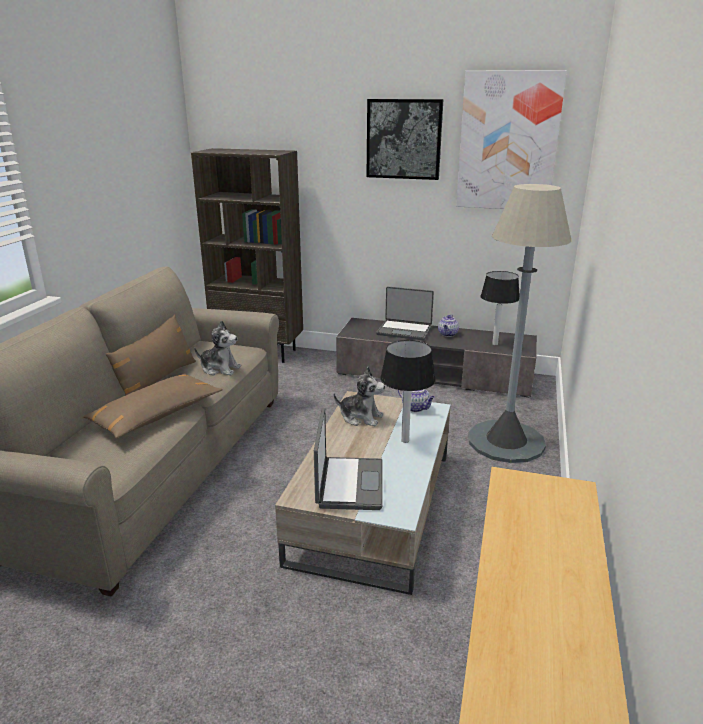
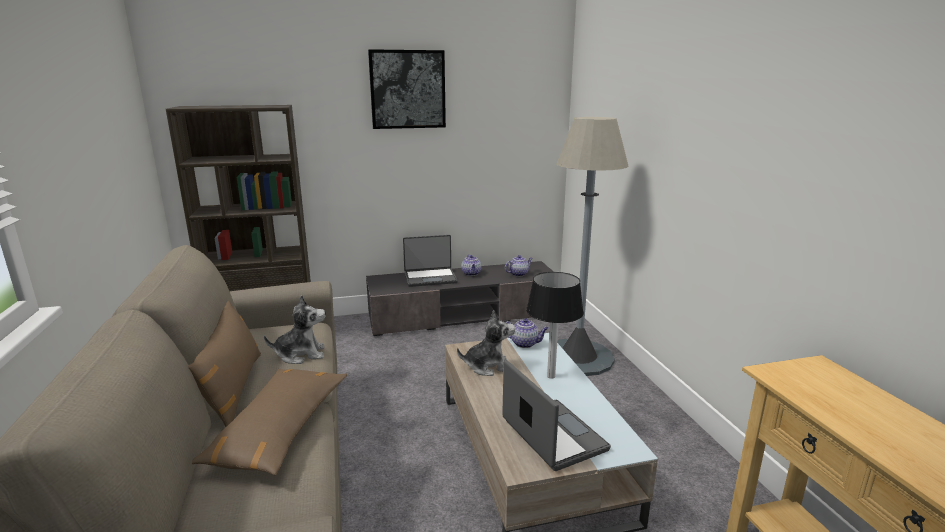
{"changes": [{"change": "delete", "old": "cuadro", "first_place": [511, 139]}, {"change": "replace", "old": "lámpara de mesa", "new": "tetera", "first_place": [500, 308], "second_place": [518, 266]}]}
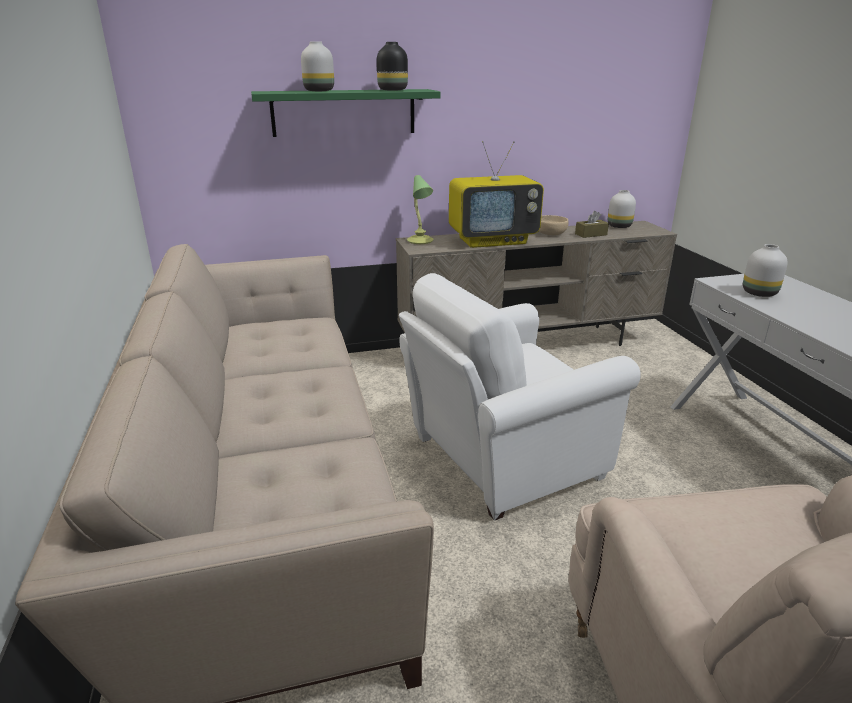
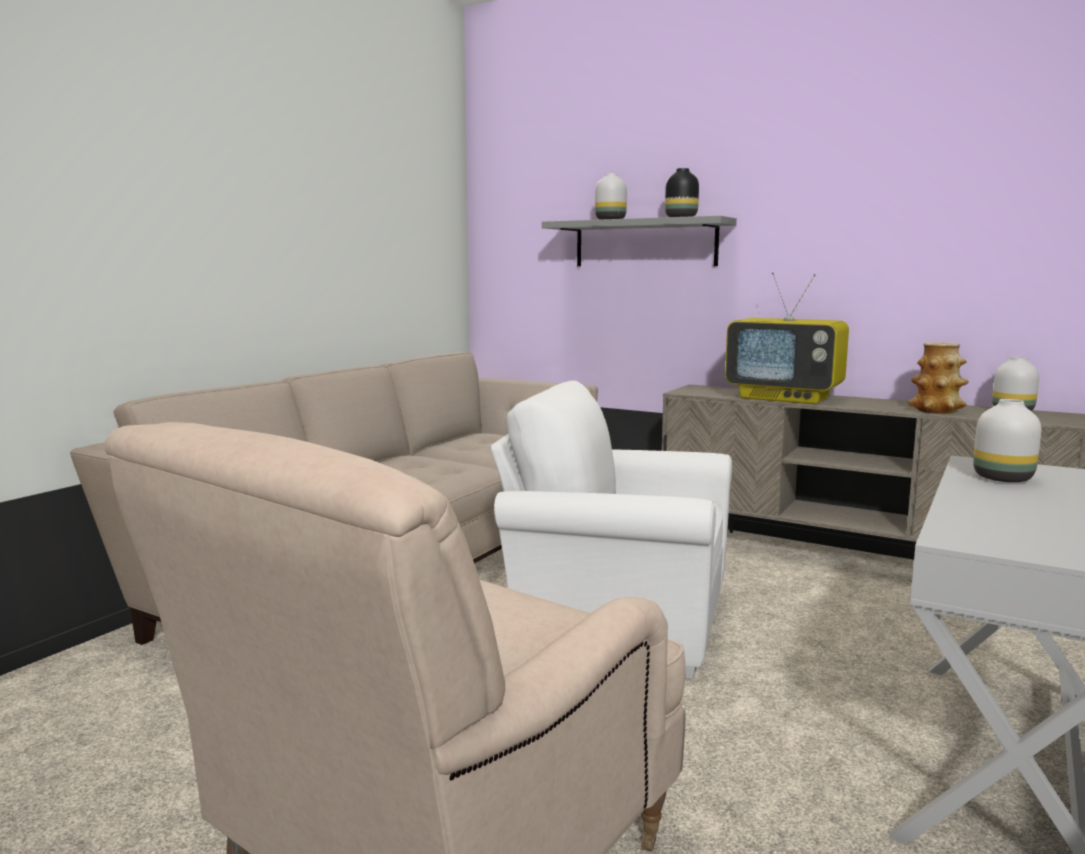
{"changes": [{"change": "recolor", "old": "estante (verde)", "new": "estante (gris)", "first_place": [346, 113], "second_place": [639, 241]}, {"change": "delete", "old": "lámpara de mesa", "first_place": [420, 209]}, {"change": "replace", "old": "caja de pañuelos (marrón)", "new": "florero", "first_place": [592, 224], "second_place": [938, 378]}, {"change": "delete", "old": "cuenco (beis)", "first_place": [554, 225]}]}
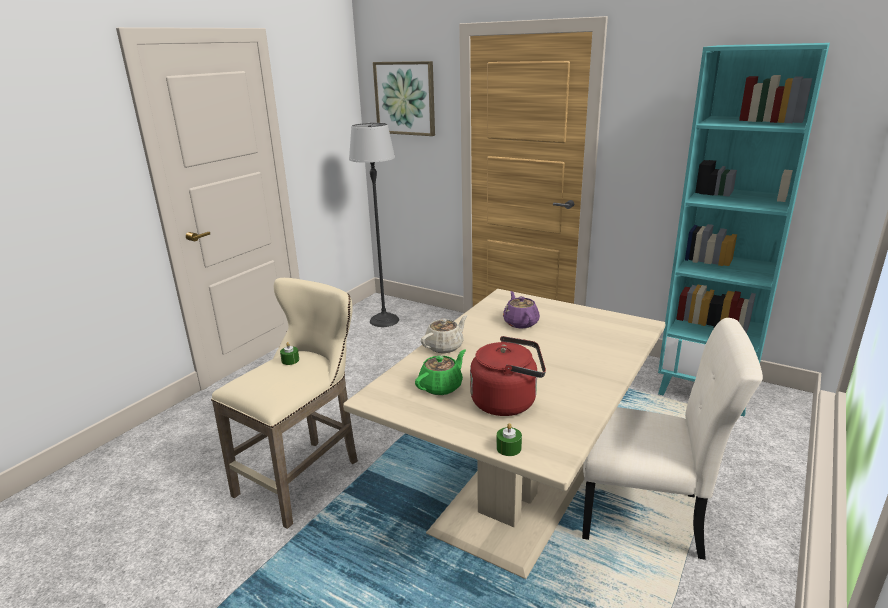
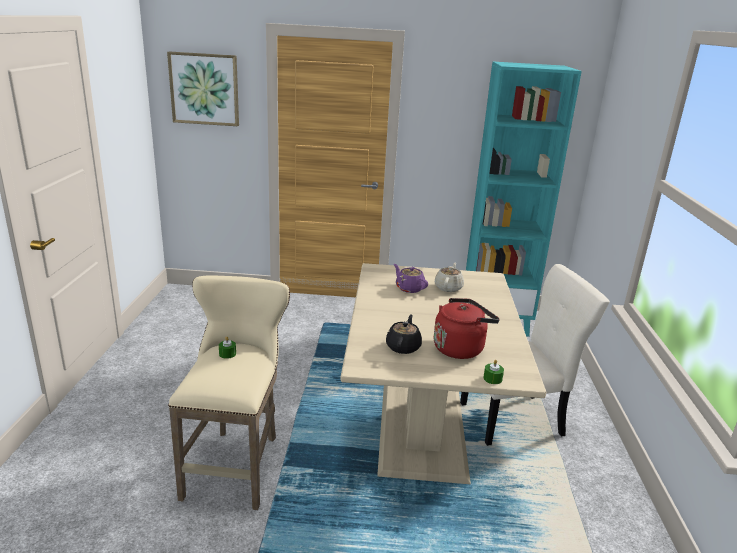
{"changes": [{"change": "delete", "old": "lámpara de pie", "first_place": [374, 225]}, {"change": "move", "old": "tetera (beis)", "first_place": [444, 334], "second_place": [449, 277]}, {"change": "recolor", "old": "tetera (verde)", "new": "tetera (negro)", "first_place": [440, 372], "second_place": [404, 334]}]}
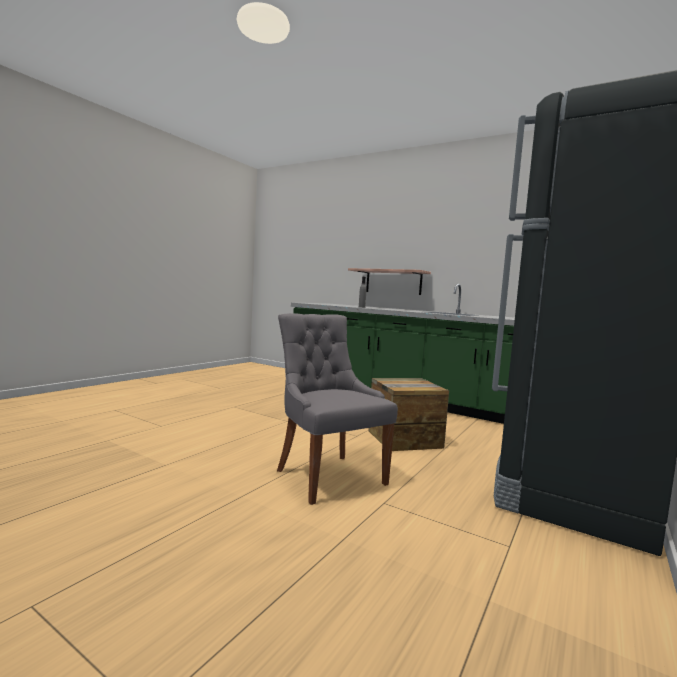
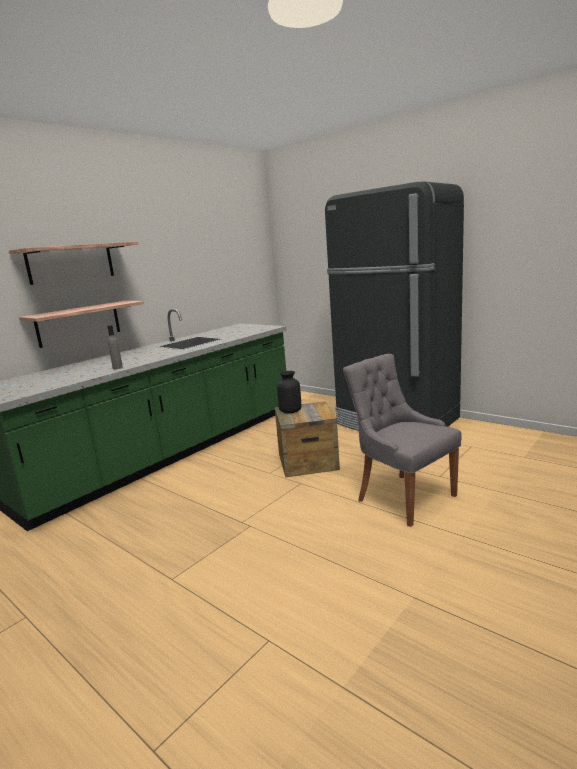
{"changes": [{"change": "rotate", "old": "silla (gris)", "first_place": [337, 409], "second_place": [402, 440], "degrees": 75}, {"change": "insert", "new": "estante", "second_place": [74, 263]}, {"change": "insert", "new": "florero (negro)", "second_place": [289, 392]}]}
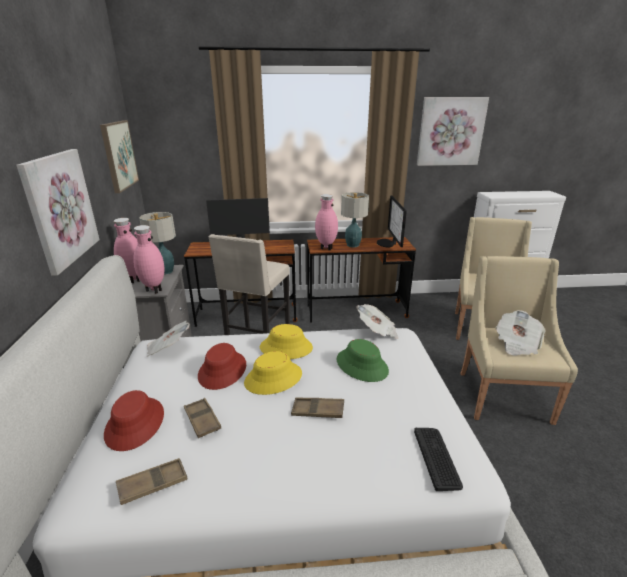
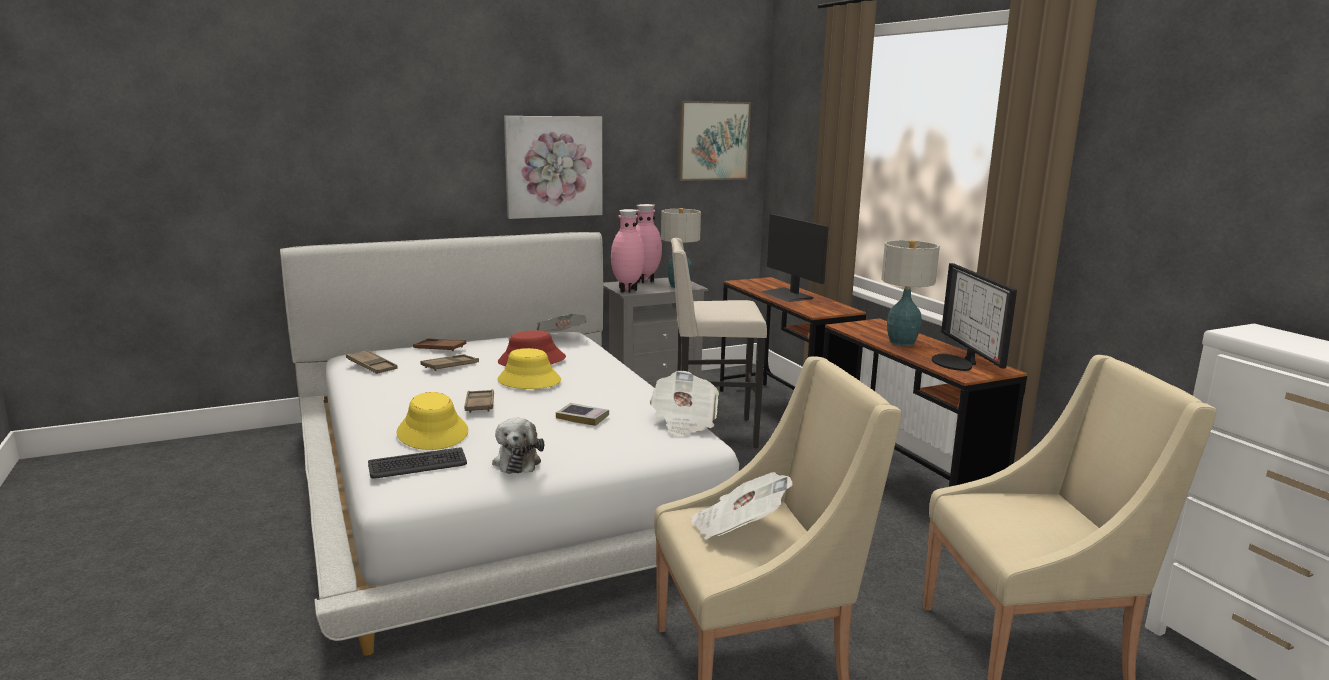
{"changes": [{"change": "delete", "old": "cuadro", "first_place": [453, 131]}, {"change": "delete", "old": "florero (rosa)", "first_place": [326, 222]}, {"change": "rotate", "old": "monitor", "first_place": [392, 222], "second_place": [974, 317], "degrees": -75}, {"change": "move", "old": "sombrero (amarillo)", "first_place": [286, 341], "second_place": [432, 421]}, {"change": "replace", "old": "sombrero (verde)", "new": "libro", "first_place": [363, 360], "second_place": [582, 414]}, {"change": "replace", "old": "sombrero (rojo)", "new": "bandeja (marrón)", "first_place": [134, 420], "second_place": [439, 344]}, {"change": "insert", "new": "peluche", "second_place": [518, 446]}]}
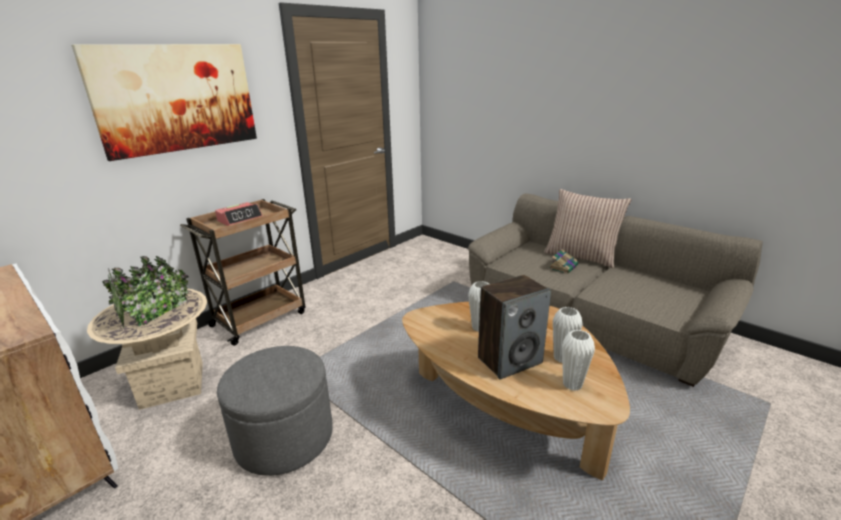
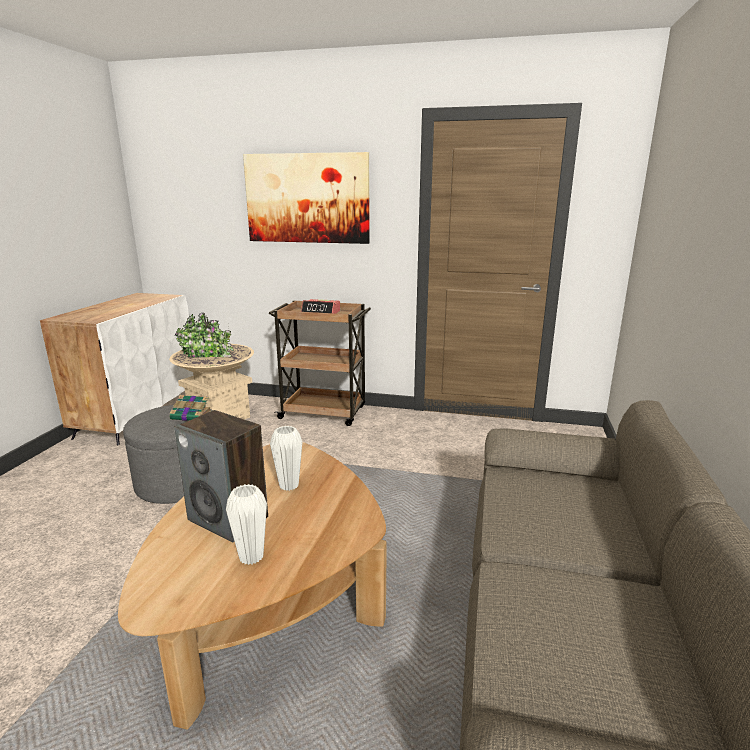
{"changes": [{"change": "delete", "old": "cojín", "first_place": [588, 228]}, {"change": "move", "old": "libro", "first_place": [563, 261], "second_place": [191, 408]}, {"change": "delete", "old": "florero (blanco)", "first_place": [578, 360]}]}
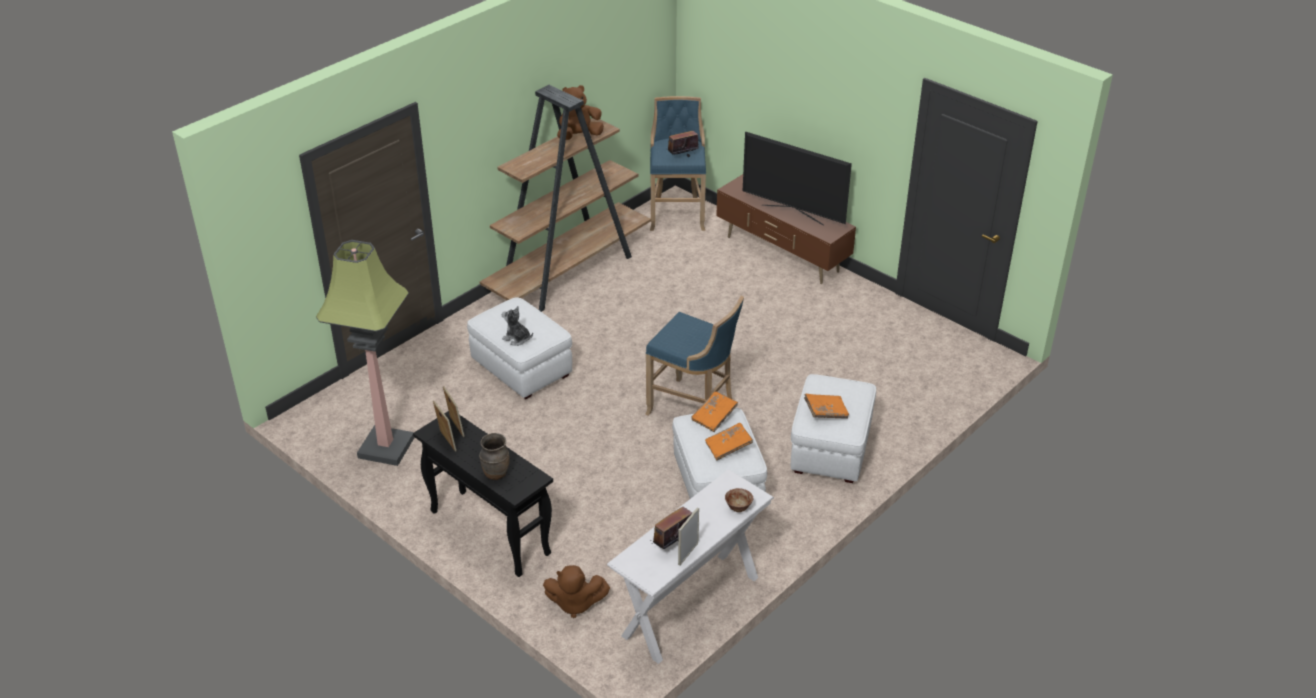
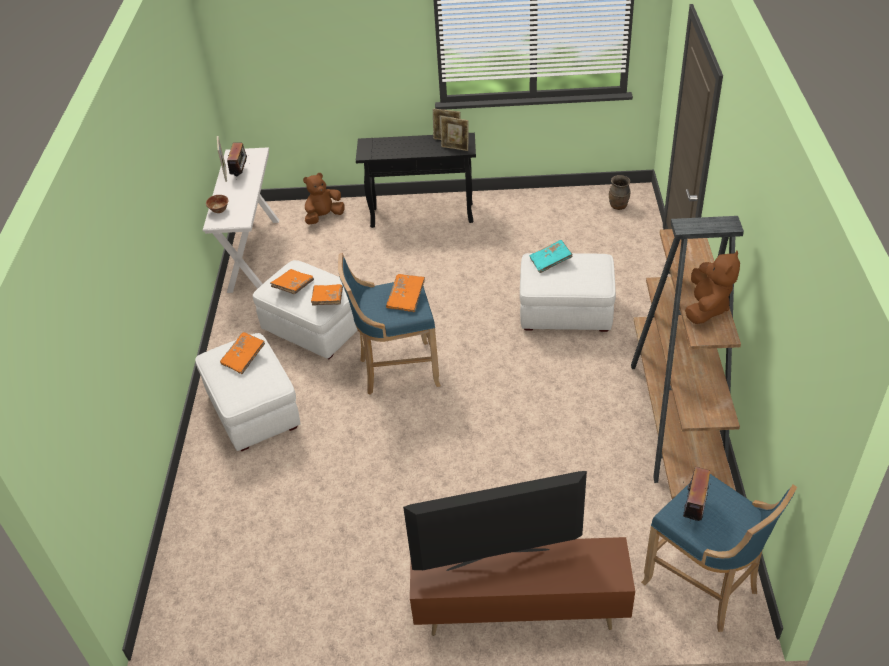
{"changes": [{"change": "delete", "old": "lámpara de pie", "first_place": [365, 353]}, {"change": "replace", "old": "peluche", "new": "libro (turquesa)", "first_place": [517, 326], "second_place": [551, 256]}, {"change": "move", "old": "florero (marrón)", "first_place": [494, 456], "second_place": [620, 192]}, {"change": "insert", "new": "libro (naranja)", "second_place": [405, 293]}]}
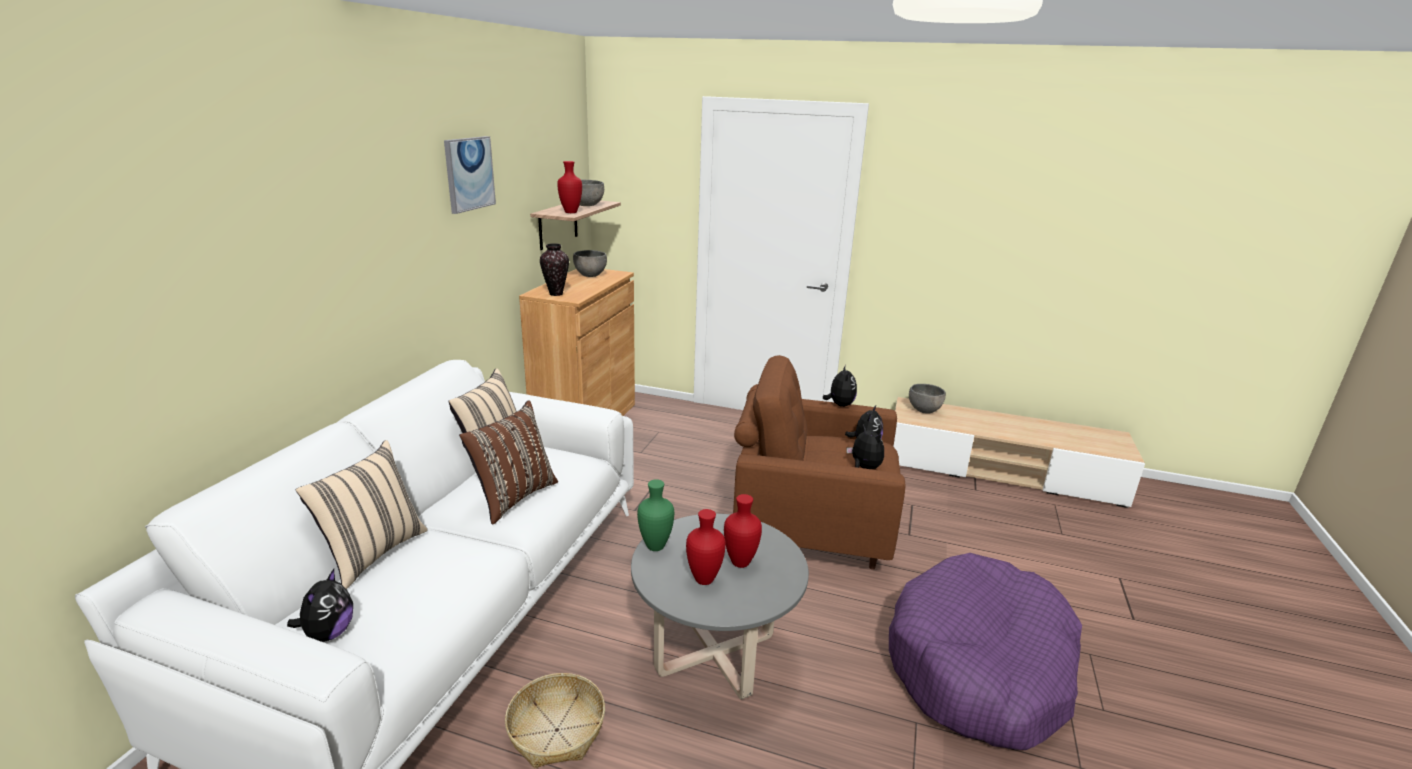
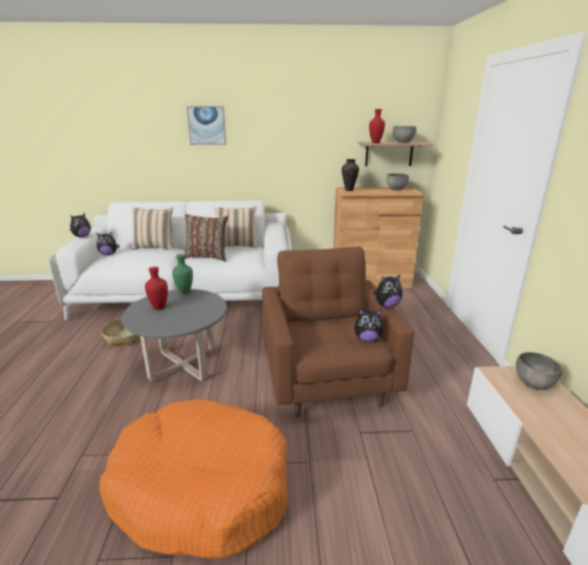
{"changes": [{"change": "move", "old": "cuadro", "first_place": [470, 175], "second_place": [206, 125]}, {"change": "move", "old": "peluche", "first_place": [865, 446], "second_place": [80, 225]}, {"change": "delete", "old": "florero (rojo)", "first_place": [743, 531]}, {"change": "recolor", "old": "cama para perro (morado)", "new": "cama para perro (naranja)", "first_place": [985, 651], "second_place": [193, 479]}]}
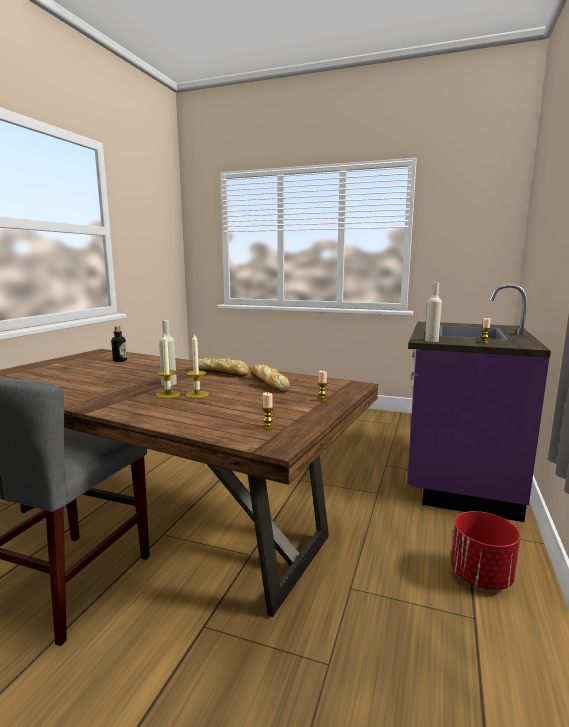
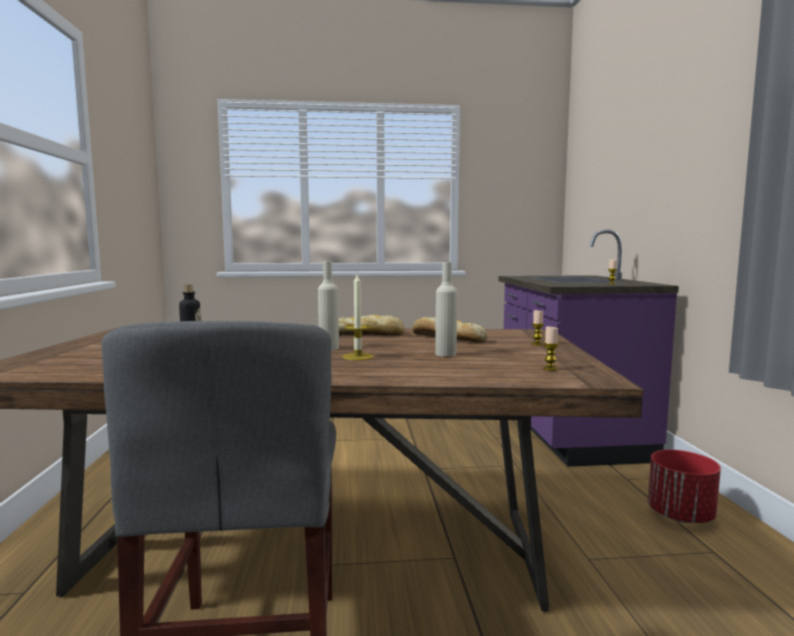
{"changes": [{"change": "move", "old": "botella (beis)", "first_place": [433, 312], "second_place": [446, 309]}, {"change": "delete", "old": "vela", "first_place": [197, 365]}]}
